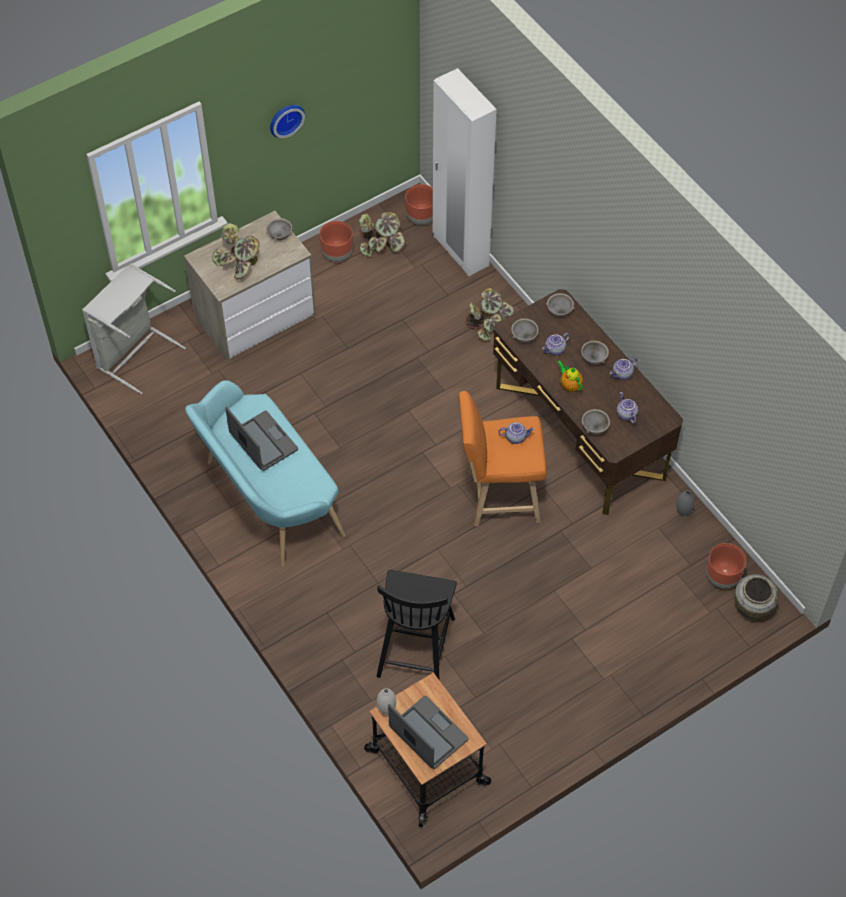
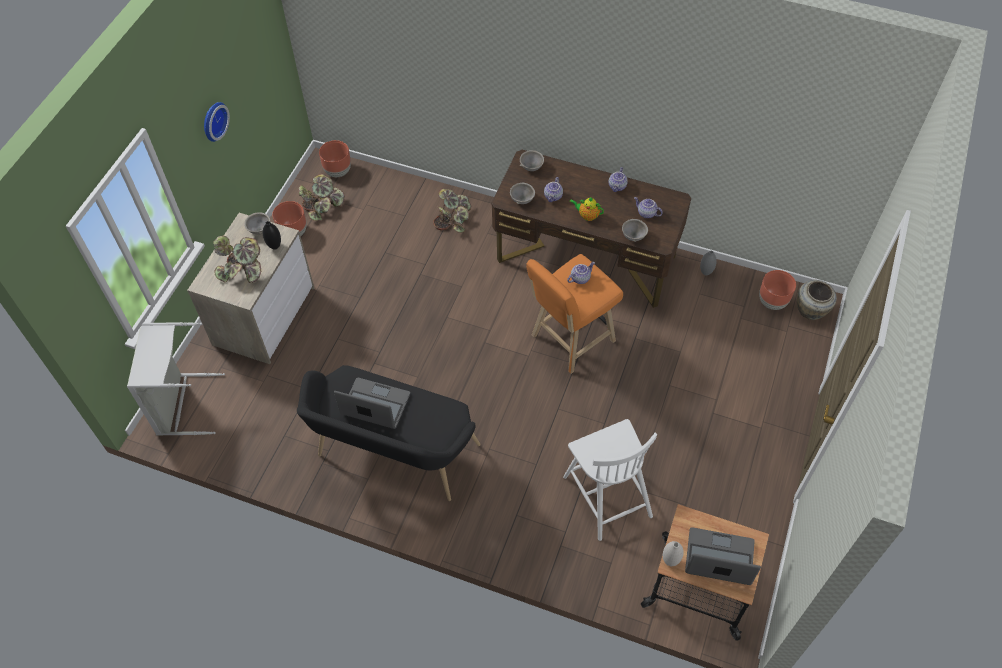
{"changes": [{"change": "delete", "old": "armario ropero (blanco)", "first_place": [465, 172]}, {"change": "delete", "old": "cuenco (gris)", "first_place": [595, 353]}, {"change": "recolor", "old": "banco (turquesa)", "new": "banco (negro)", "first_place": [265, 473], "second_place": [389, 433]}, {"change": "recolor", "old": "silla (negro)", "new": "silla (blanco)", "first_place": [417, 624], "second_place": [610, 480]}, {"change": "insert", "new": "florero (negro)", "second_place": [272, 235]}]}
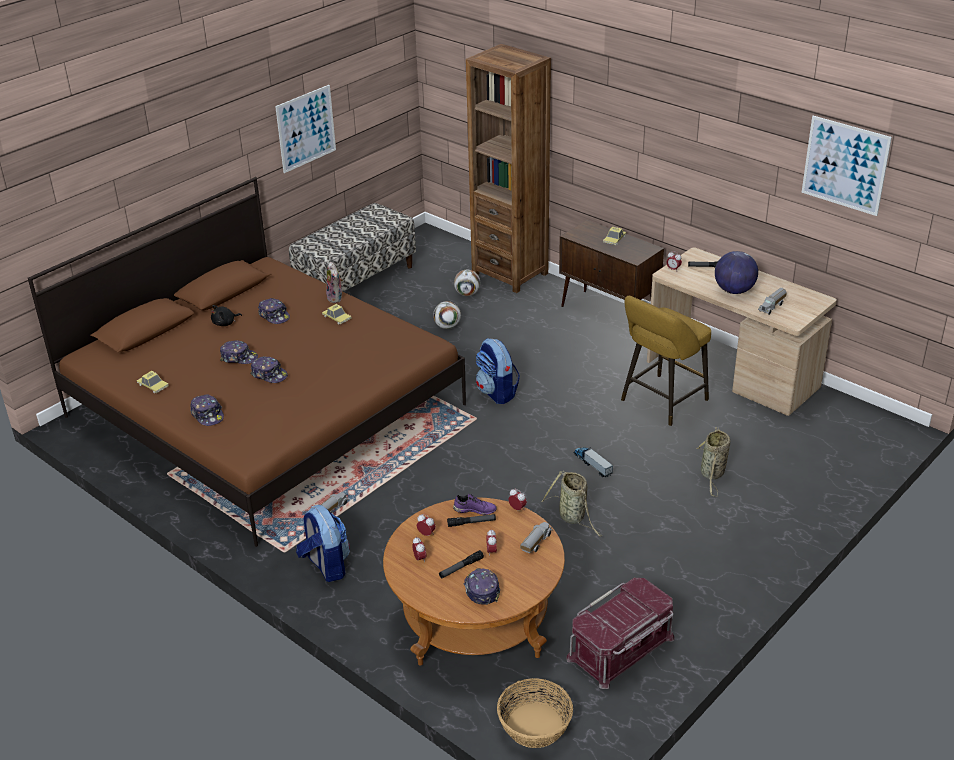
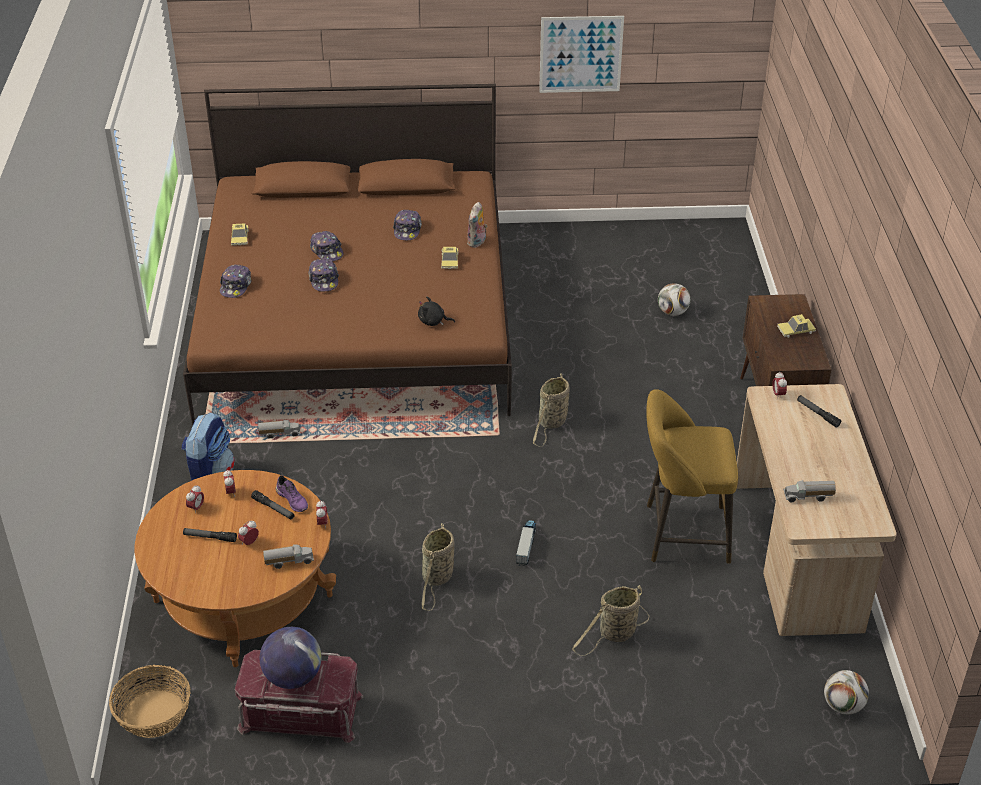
{"changes": [{"change": "delete", "old": "estantería (marrón)", "first_place": [508, 168]}, {"change": "delete", "old": "cuadro", "first_place": [847, 166]}, {"change": "delete", "old": "banco", "first_place": [352, 247]}, {"change": "move", "old": "globo terráqueo", "first_place": [736, 272], "second_place": [290, 658]}, {"change": "move", "old": "balón de fútbol", "first_place": [447, 315], "second_place": [846, 692]}, {"change": "move", "old": "peluche (negro)", "first_place": [226, 315], "second_place": [436, 311]}, {"change": "replace", "old": "mochila", "new": "cesta", "first_place": [498, 371], "second_place": [551, 410]}, {"change": "delete", "old": "gorra", "first_place": [482, 586]}]}
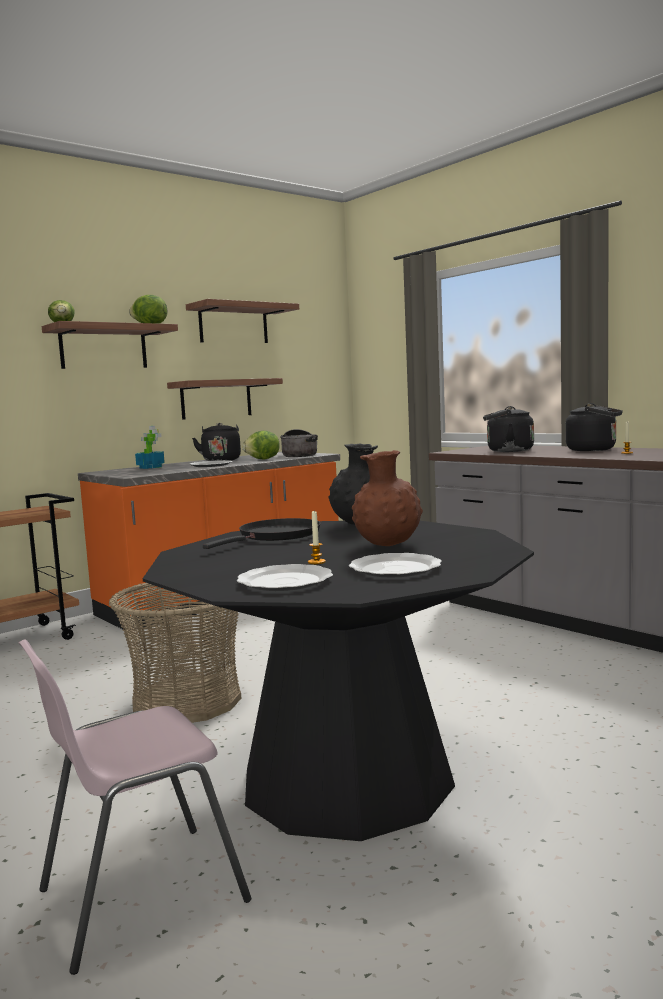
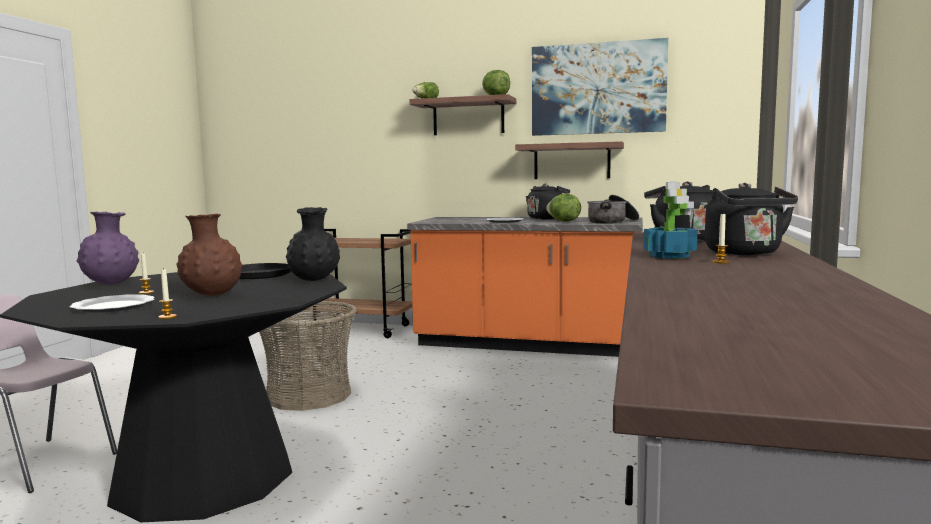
{"changes": [{"change": "replace", "old": "estante", "new": "cuadro", "first_place": [242, 321], "second_place": [600, 87]}, {"change": "move", "old": "planta en maceta", "first_place": [150, 447], "second_place": [670, 220]}, {"change": "delete", "old": "plato", "first_place": [285, 577]}, {"change": "insert", "new": "florero (morado)", "second_place": [108, 248]}, {"change": "insert", "new": "vela", "second_place": [167, 293]}]}
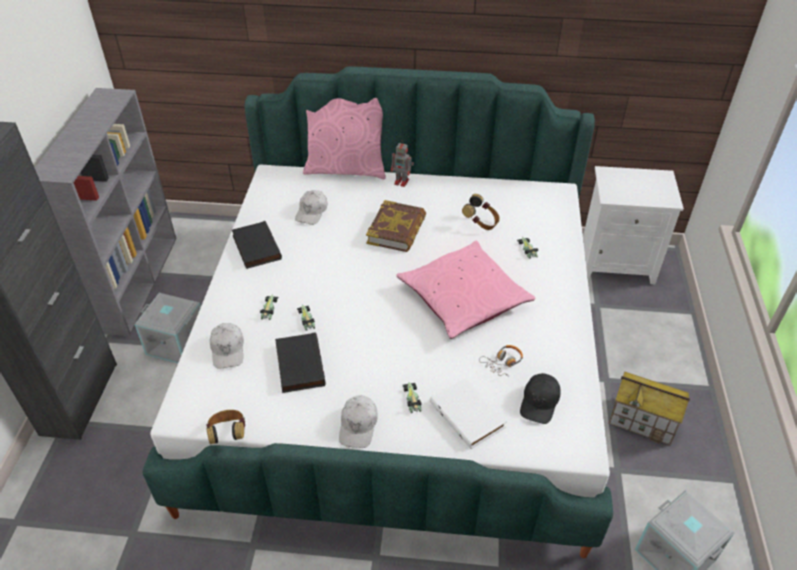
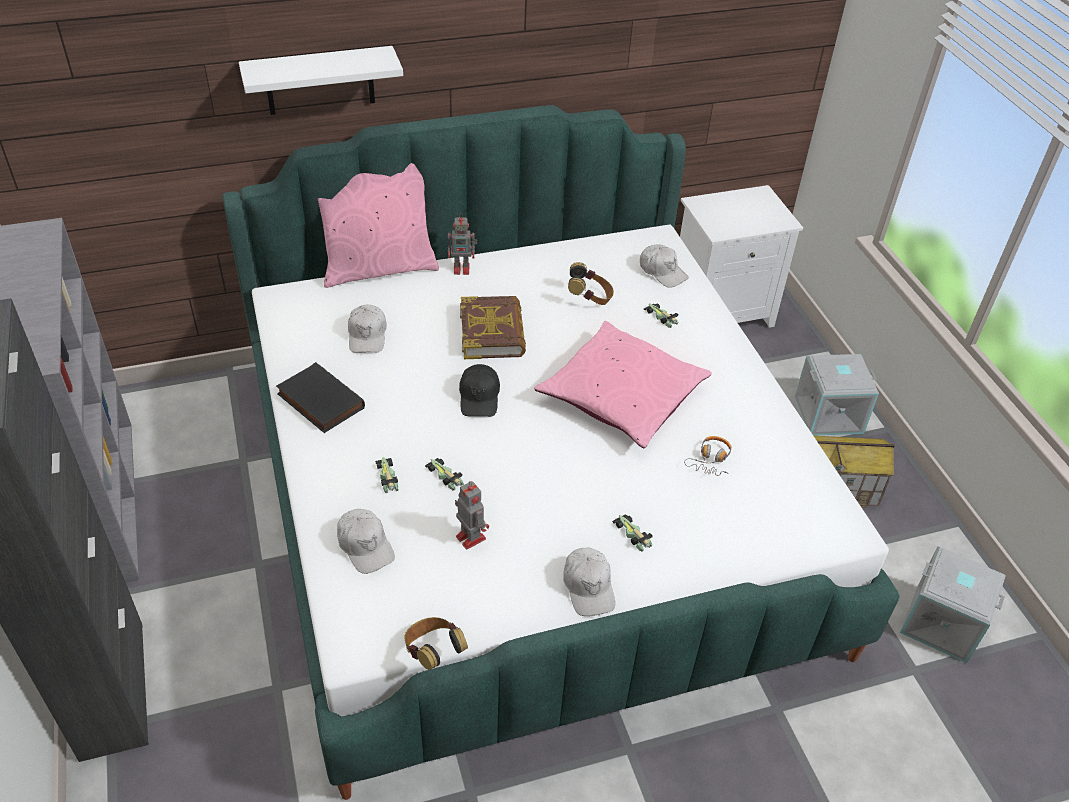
{"changes": [{"change": "move", "old": "caja de almacenaje (gris)", "first_place": [167, 328], "second_place": [837, 395]}, {"change": "replace", "old": "libro (negro)", "new": "robot de juguete", "first_place": [300, 362], "second_place": [472, 515]}, {"change": "move", "old": "gorra (negro)", "first_place": [540, 398], "second_place": [479, 390]}, {"change": "delete", "old": "libro (blanco)", "first_place": [468, 413]}, {"change": "insert", "new": "estante (blanco)", "second_place": [321, 80]}, {"change": "insert", "new": "gorra (blanco)", "second_place": [664, 266]}]}
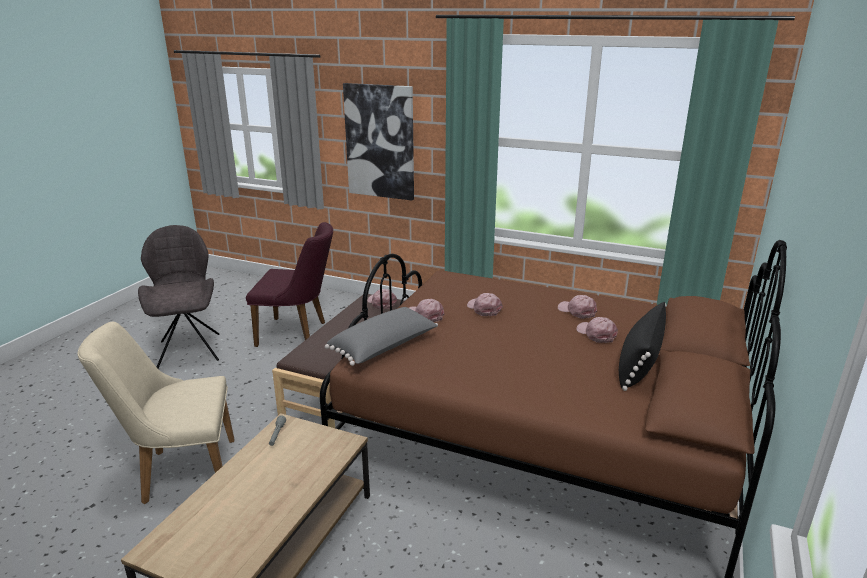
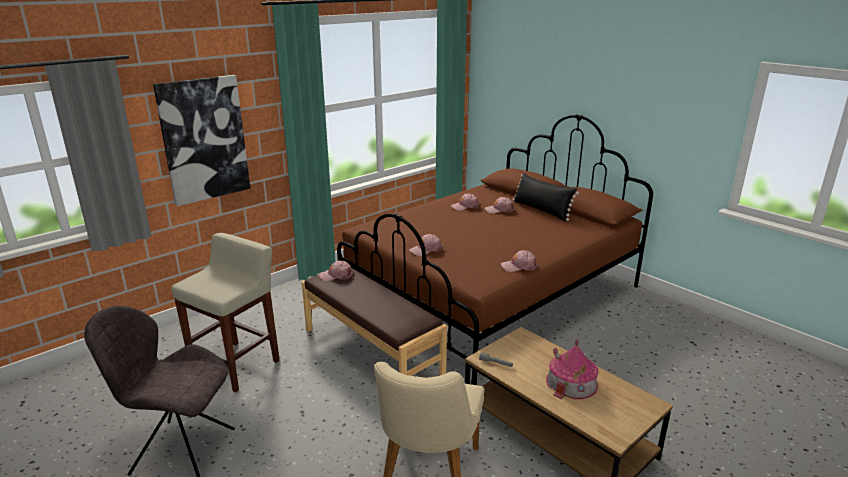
{"changes": [{"change": "replace", "old": "silla (morado)", "new": "taburete (beis)", "first_place": [289, 284], "second_place": [225, 312]}, {"change": "move", "old": "gorra (rosa)", "first_place": [485, 304], "second_place": [519, 261]}, {"change": "delete", "old": "cojín (gris)", "first_place": [381, 336]}, {"change": "insert", "new": "casita", "second_place": [572, 369]}]}
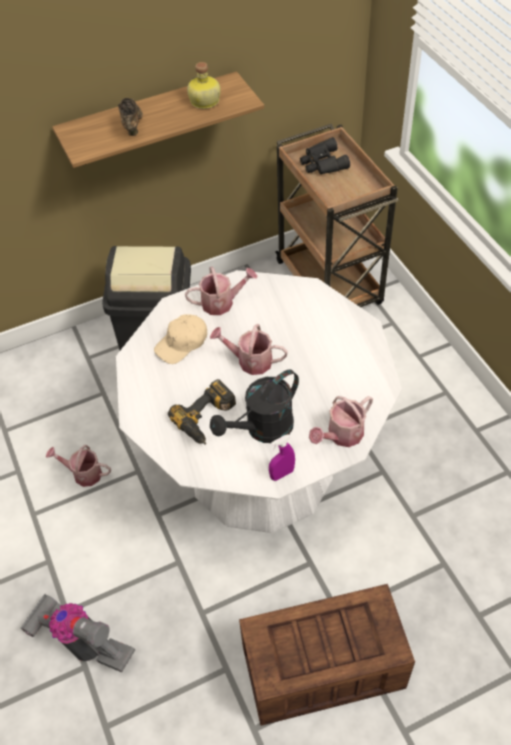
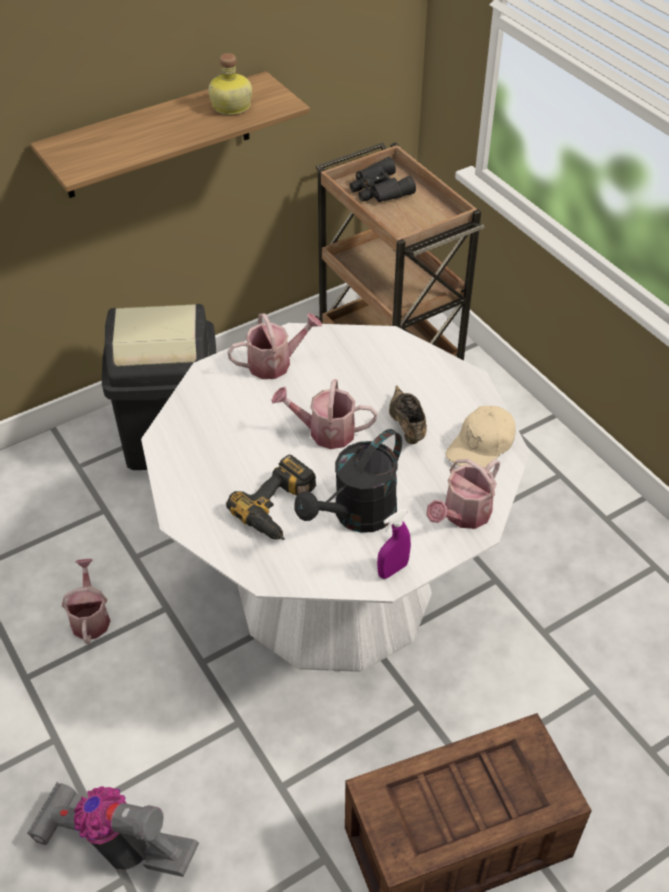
{"changes": [{"change": "move", "old": "zapato (marrón)", "first_place": [130, 117], "second_place": [408, 415]}, {"change": "move", "old": "gorra (beis)", "first_place": [180, 339], "second_place": [480, 437]}, {"change": "rotate", "old": "regadera", "first_place": [78, 466], "second_place": [86, 601], "degrees": 75}]}
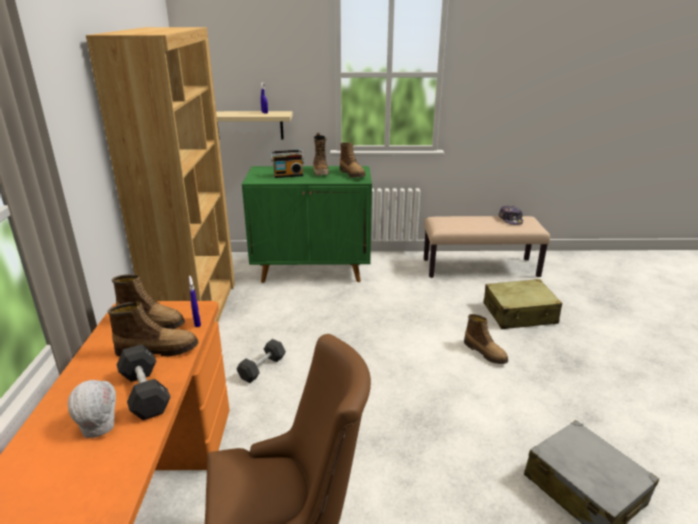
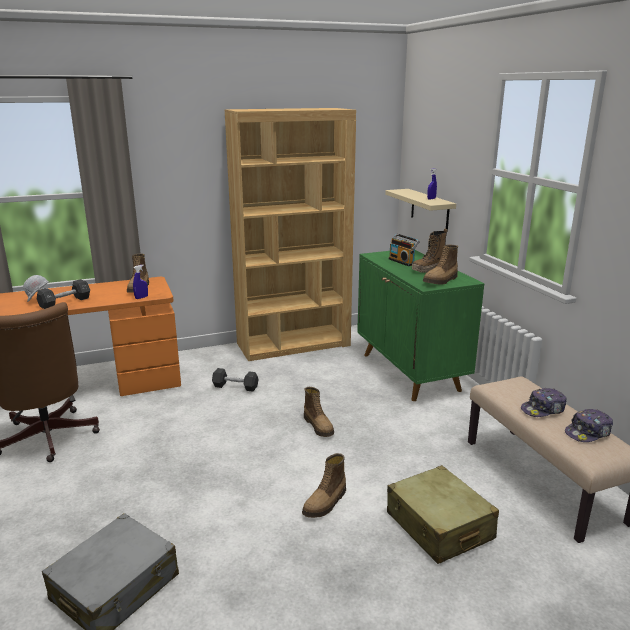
{"changes": [{"change": "move", "old": "bota", "first_place": [153, 329], "second_place": [319, 412]}, {"change": "insert", "new": "gorra", "second_place": [544, 402]}]}
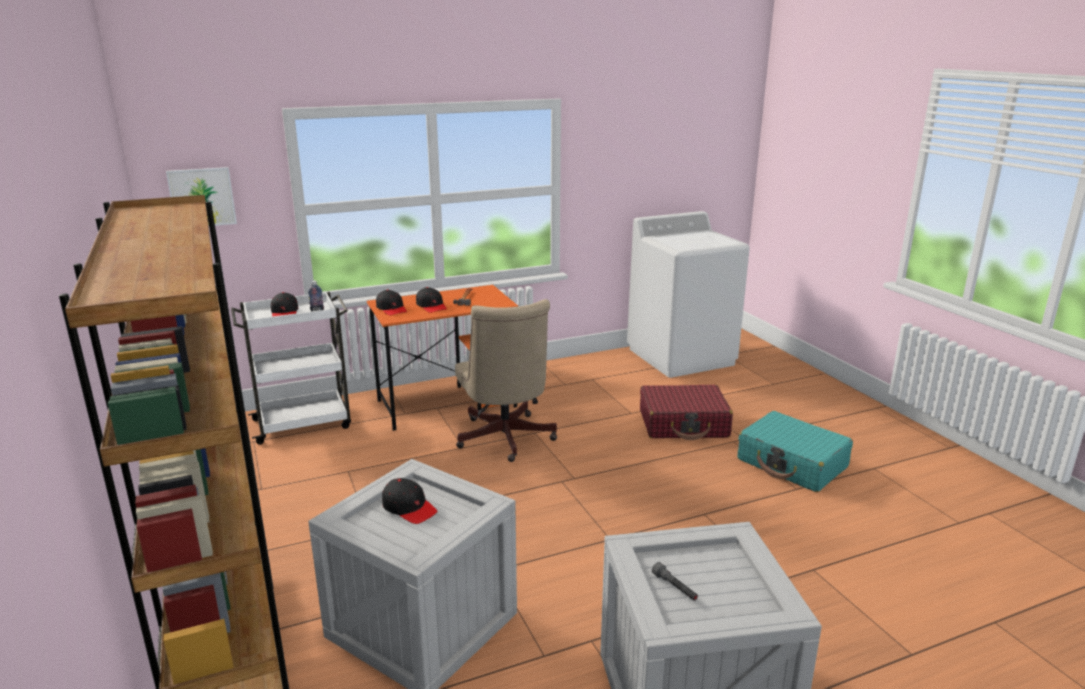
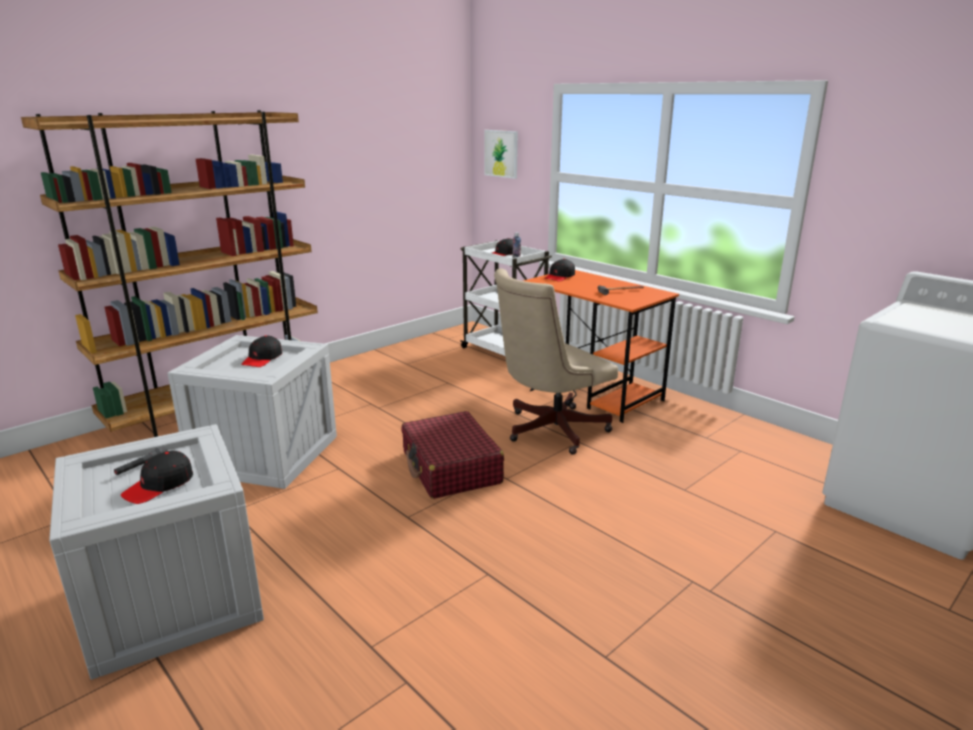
{"changes": [{"change": "move", "old": "gorra (negro)", "first_place": [431, 300], "second_place": [157, 477]}, {"change": "move", "old": "maleta (rojo)", "first_place": [686, 412], "second_place": [453, 455]}, {"change": "delete", "old": "maleta (turquesa)", "first_place": [795, 451]}]}
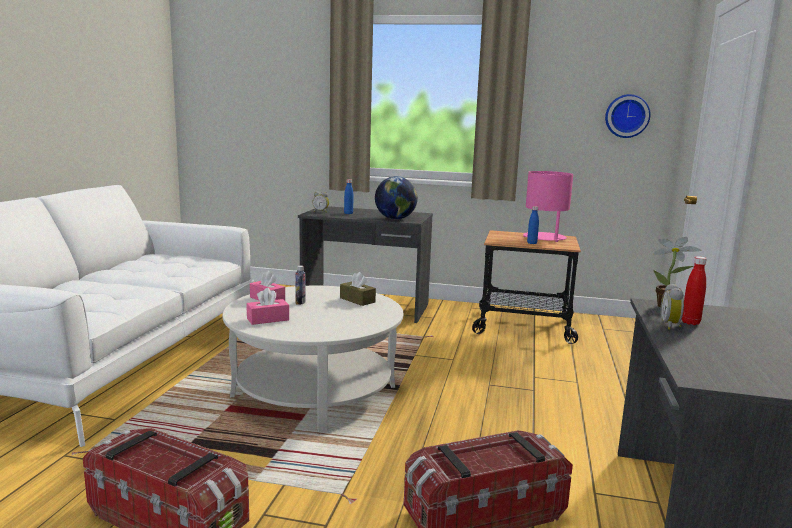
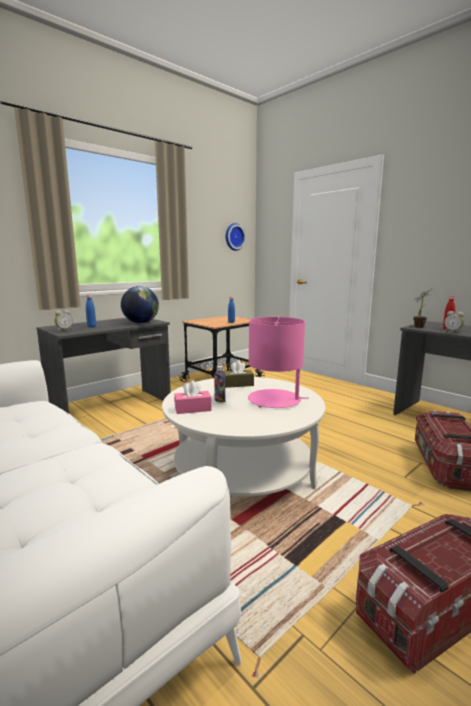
{"changes": [{"change": "move", "old": "lámpara de mesa (rosa)", "first_place": [548, 206], "second_place": [278, 362]}, {"change": "delete", "old": "caja de pañuelos (rosa)", "first_place": [268, 306]}]}
